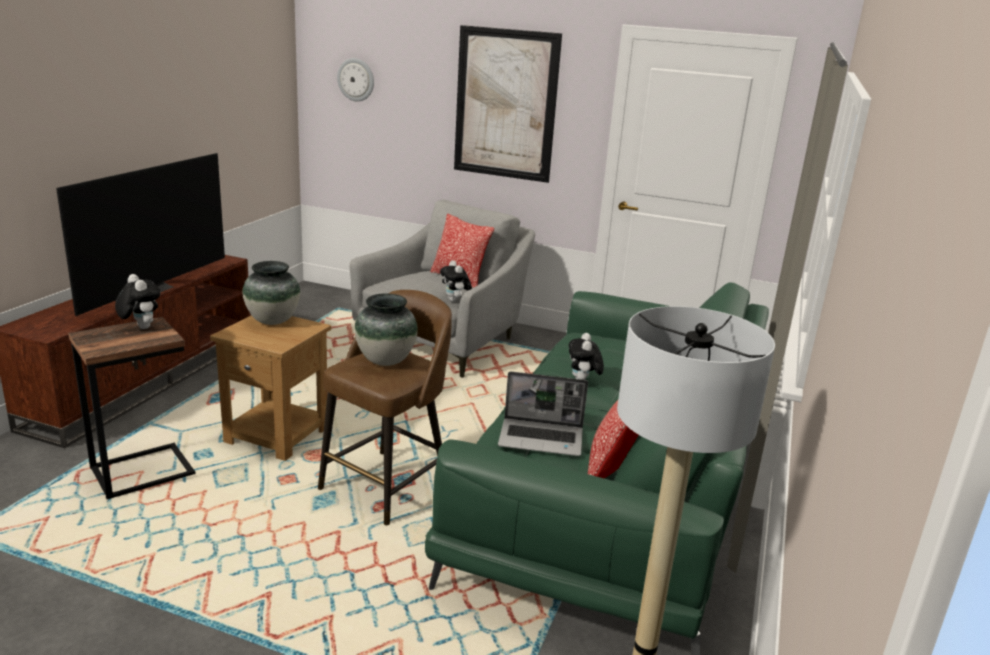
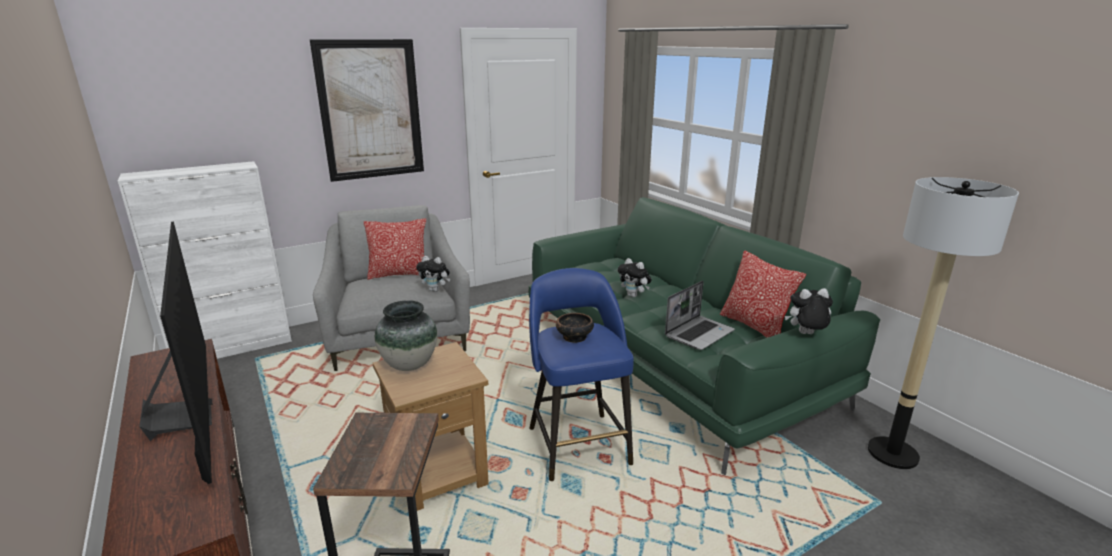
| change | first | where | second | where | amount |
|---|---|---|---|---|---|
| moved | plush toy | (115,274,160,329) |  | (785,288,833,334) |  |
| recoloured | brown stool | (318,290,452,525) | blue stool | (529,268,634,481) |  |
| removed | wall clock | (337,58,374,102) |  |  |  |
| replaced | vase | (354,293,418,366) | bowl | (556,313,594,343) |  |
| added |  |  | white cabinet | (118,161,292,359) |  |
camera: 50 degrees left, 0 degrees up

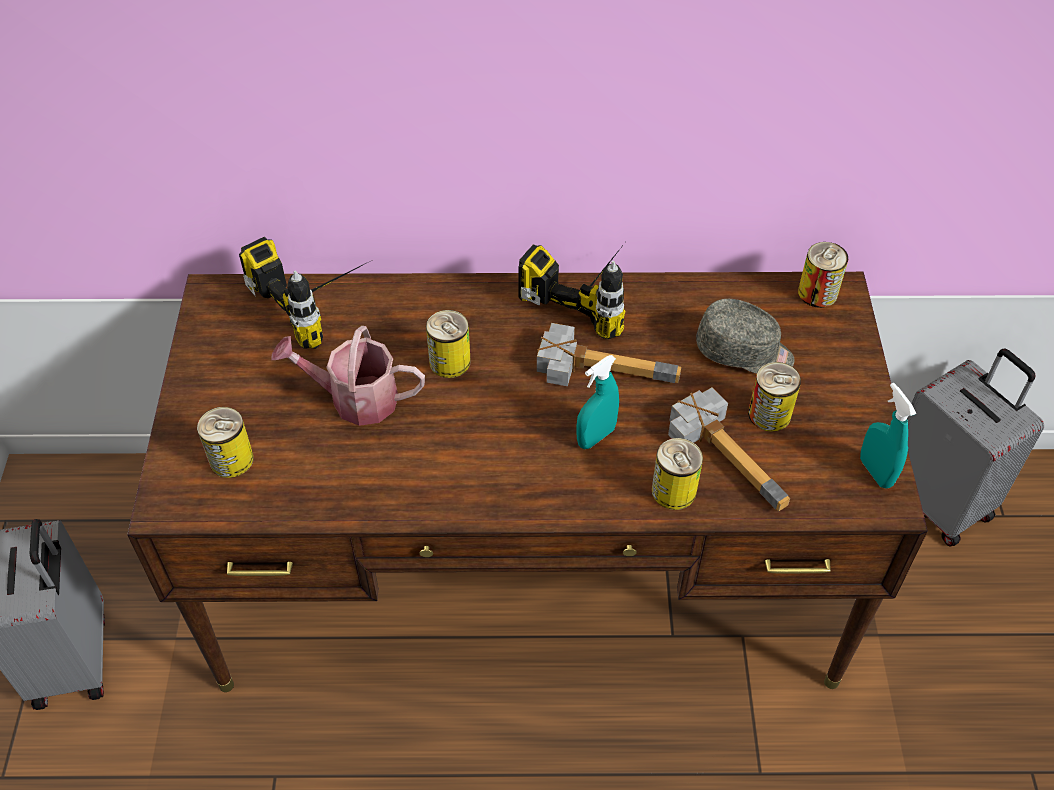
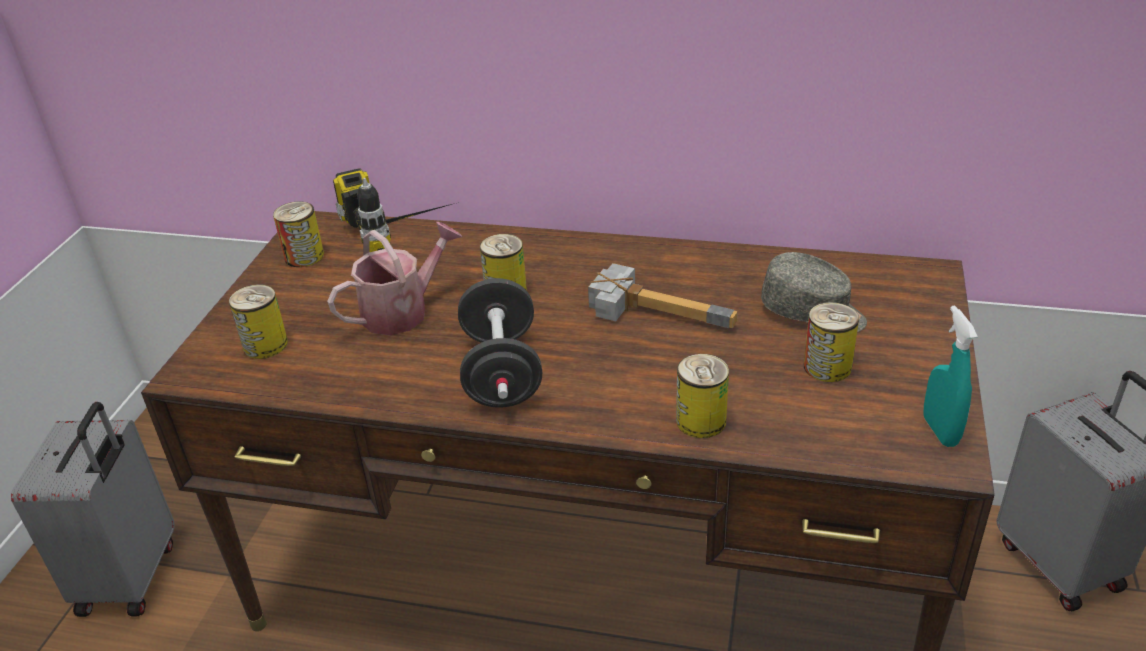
| change | first | where | second | where | amount |
|---|---|---|---|---|---|
| turned | watering can | (272,326,425,426) |  | (327,222,463,335) | 120 degrees clockwise |
| removed | power drill | (518,244,625,339) |  |  |  |
| removed | turquoise spray bottle | (576,355,619,449) |  |  |  |
| removed | hammer | (668,387,790,511) |  |  |  |
| moved | can | (798,242,848,308) |  | (273,201,324,267) |  |
| added |  |  | black dumbbell | (458,278,542,408) |  |
camera: 15 degrees right, 15 degrees down

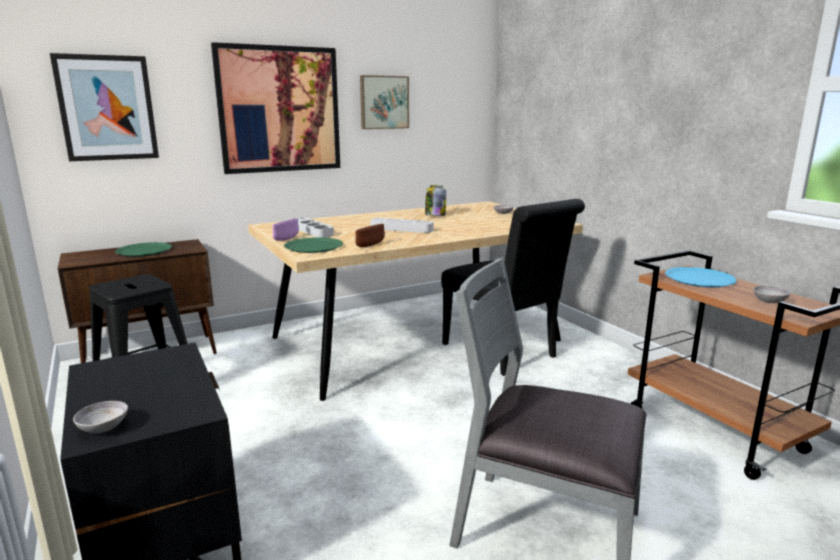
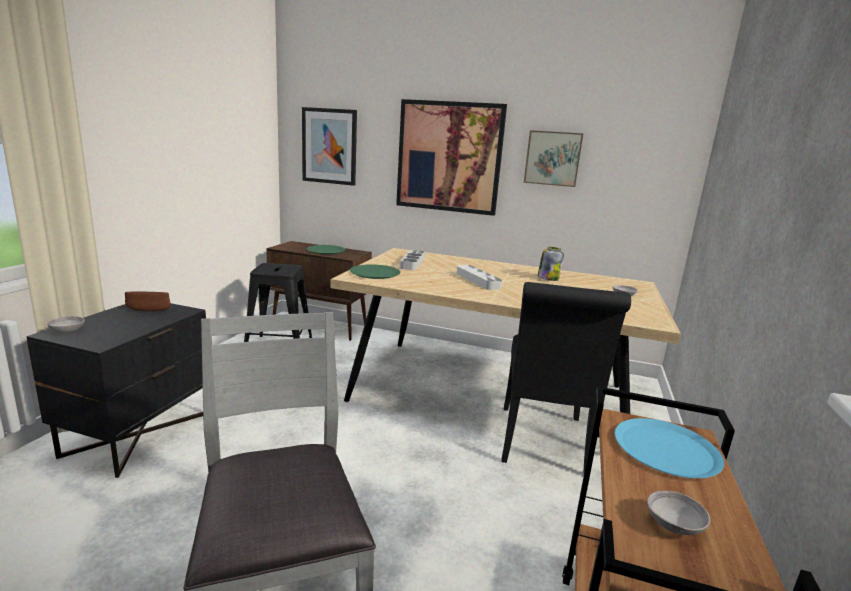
| change | first | where | second | where | amount |
|---|---|---|---|---|---|
| removed | purple bowl | (273,219,299,241) |  |  |  |
| moved | brown bowl | (355,224,385,247) |  | (125,292,171,311) |  |
camera: 45 degrees right, 0 degrees up

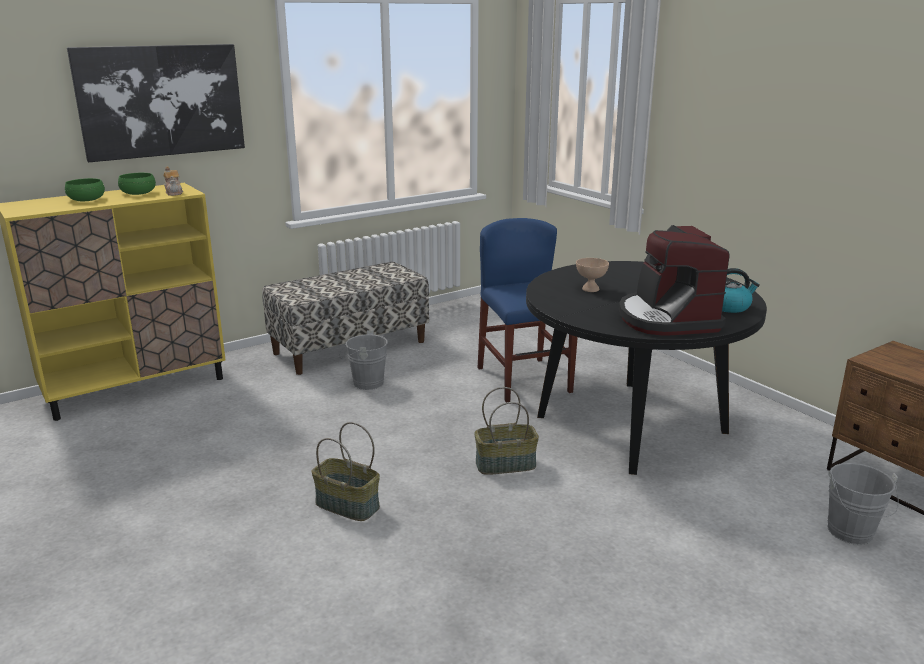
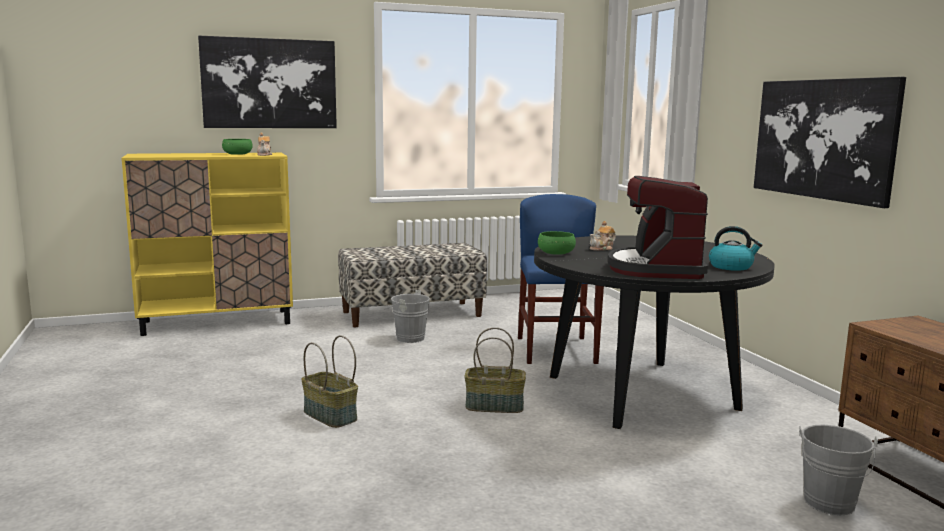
| change | first | where | second | where | amount |
|---|---|---|---|---|---|
| moved | green bowl | (65,178,105,201) |  | (538,231,576,255) |  |
| replaced | beige bowl | (576,258,609,292) | teapot | (589,221,616,251) |  |
| added |  |  | picture | (754,77,906,208) |  |
camera: 15 degrees right, 10 degrees down

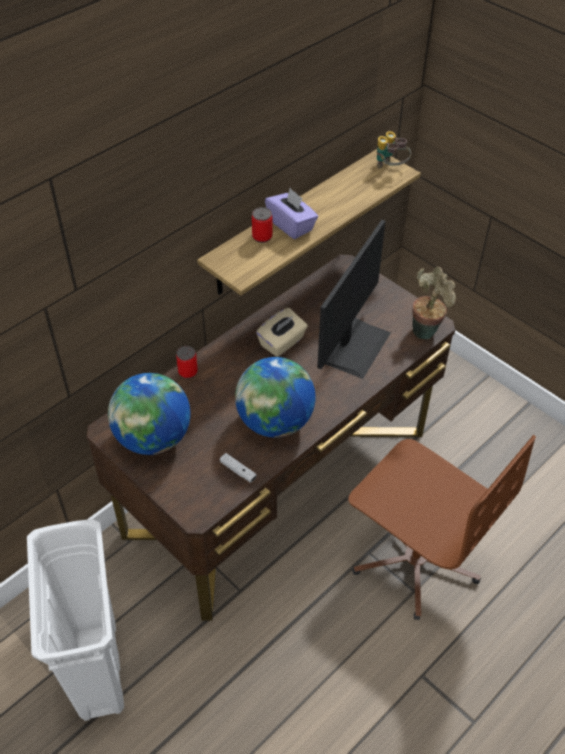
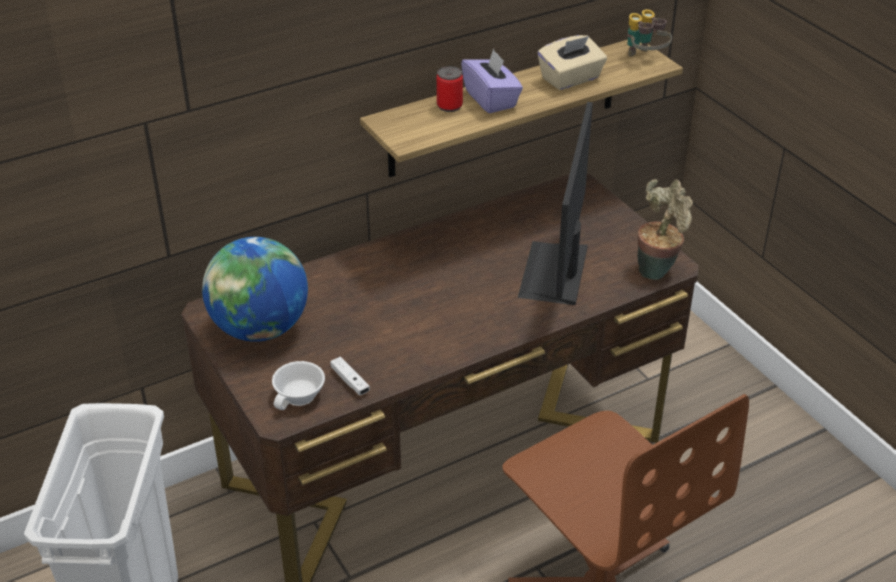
| change | first | where | second | where | amount |
|---|---|---|---|---|---|
| removed | can | (176,346,198,379) |  |  |  |
| removed | globe | (235,357,316,438) |  |  |  |
| moved | beige tissue box | (256,308,308,357) |  | (537,35,607,90) |  |
| turned | monitor | (317,220,391,379) |  | (518,102,593,305) | 150 degrees clockwise |
| added |  |  | white cup | (272,361,325,410) |  |
camera: 15 degrees right, 10 degrees down

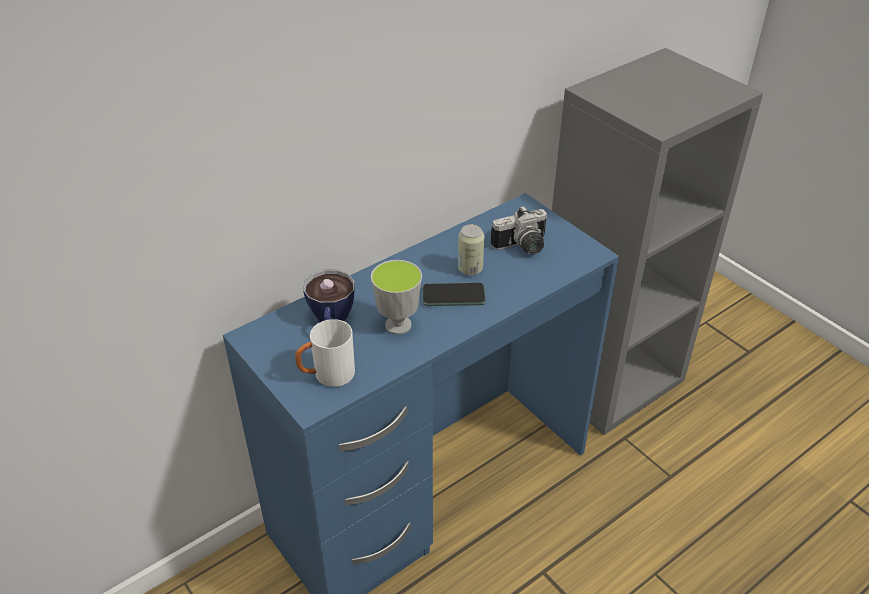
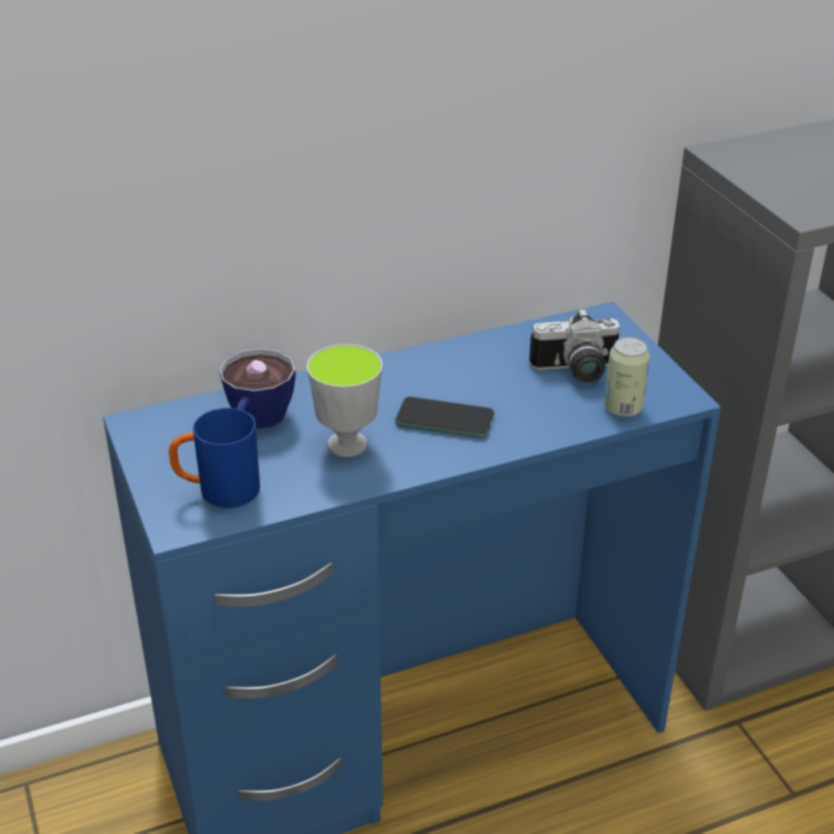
| change | first | where | second | where | amount |
|---|---|---|---|---|---|
| recoloured | white mug | (295,319,355,387) | blue mug | (169,408,260,508) |  |
| moved | can | (458,224,485,275) |  | (604,337,650,417) |  |
camera: 15 degrees right, 5 degrees down

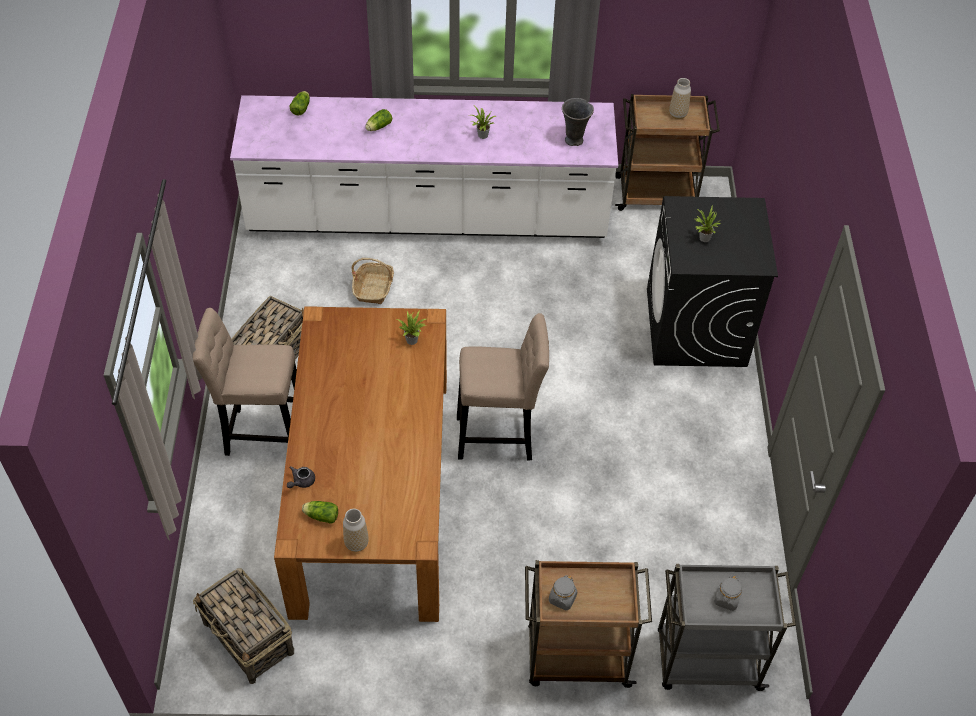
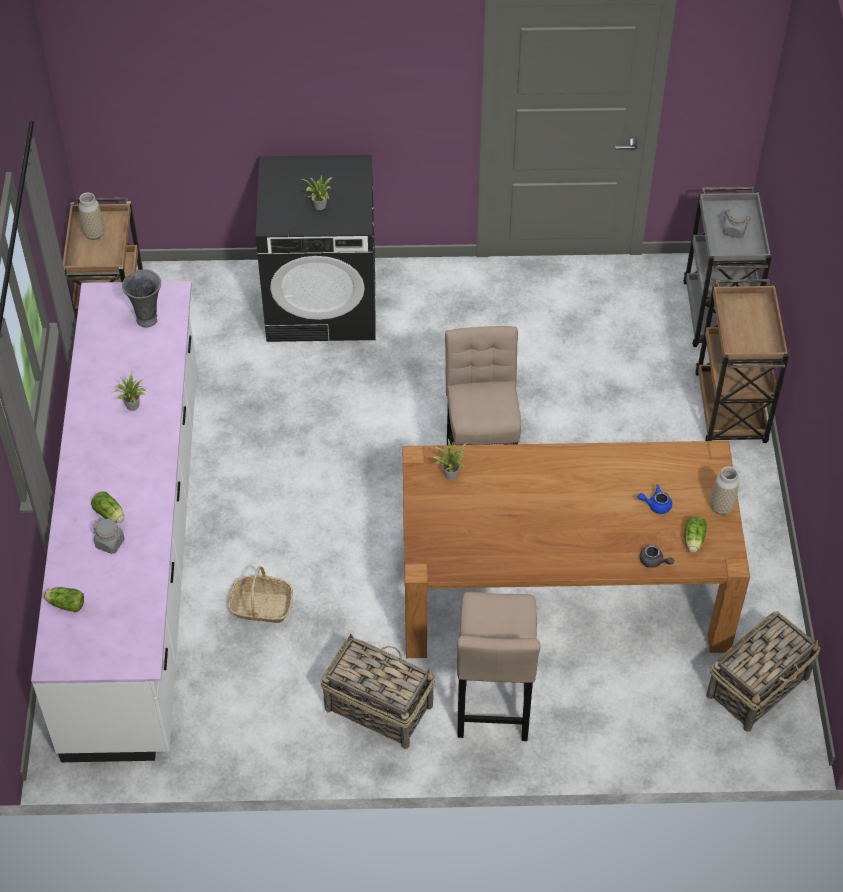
| change | first | where | second | where | amount |
|---|---|---|---|---|---|
| moved | grey jar | (549,575,577,610) |  | (93,519,125,554) |  |
| added |  |  | blue teapot | (638,485,672,514) |  |
camera: 90 degrees left, 0 degrees up

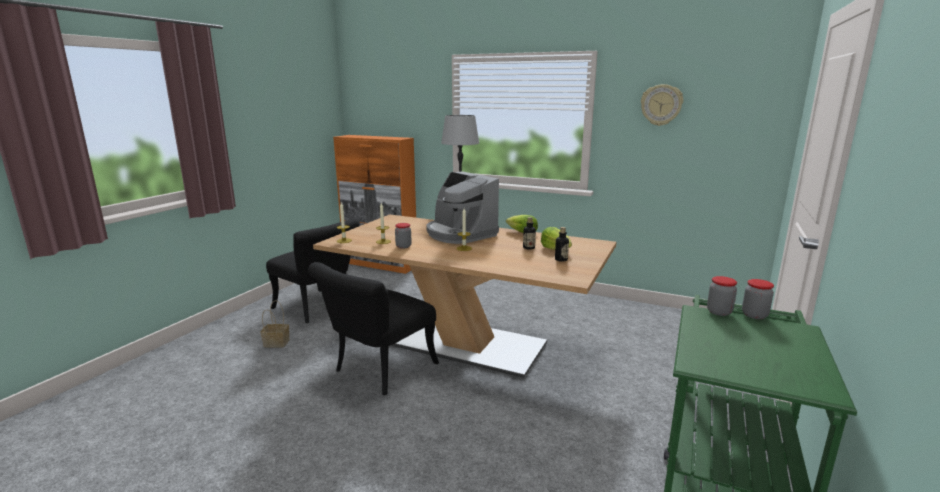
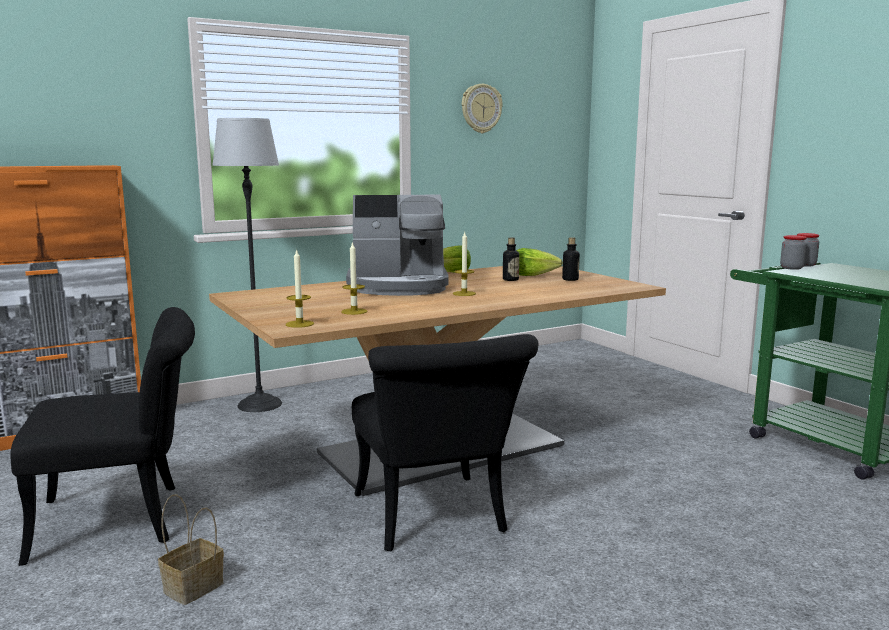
| change | first | where | second | where | amount |
|---|---|---|---|---|---|
| removed | jar | (395,223,412,249) |  |  |  |
camera: 55 degrees left, 5 degrees down

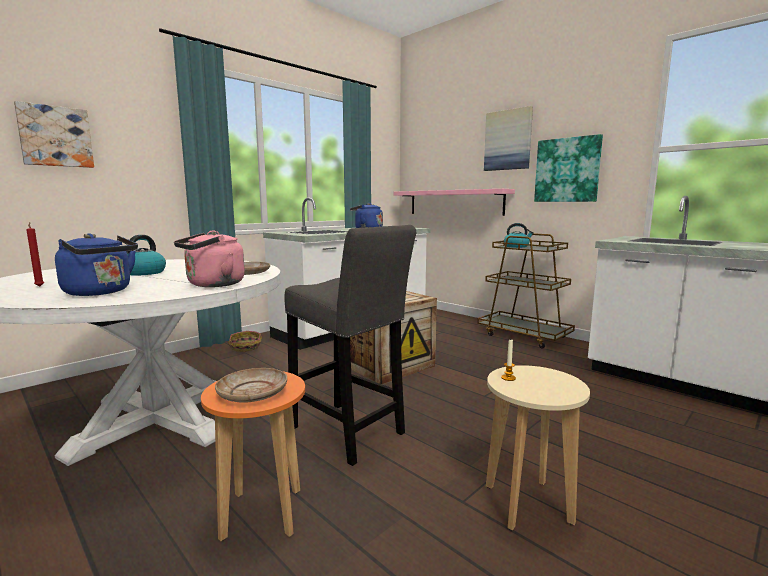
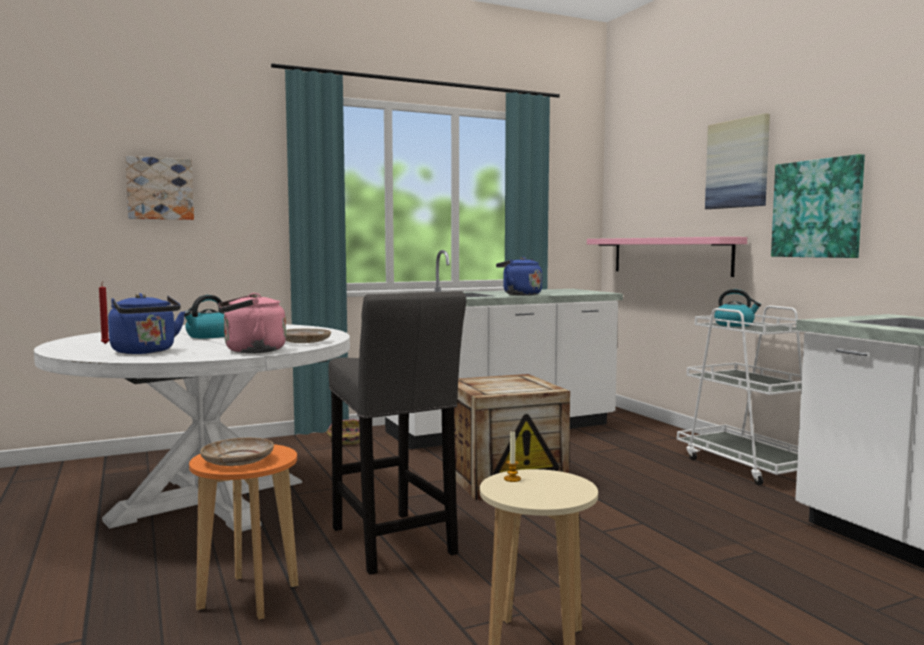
| change | first | where | second | where | amount |
|---|---|---|---|---|---|
| recoloured | brown cart | (477,233,575,349) | white cart | (677,305,807,485) |  |
camera: 20 degrees right, 5 degrees down

